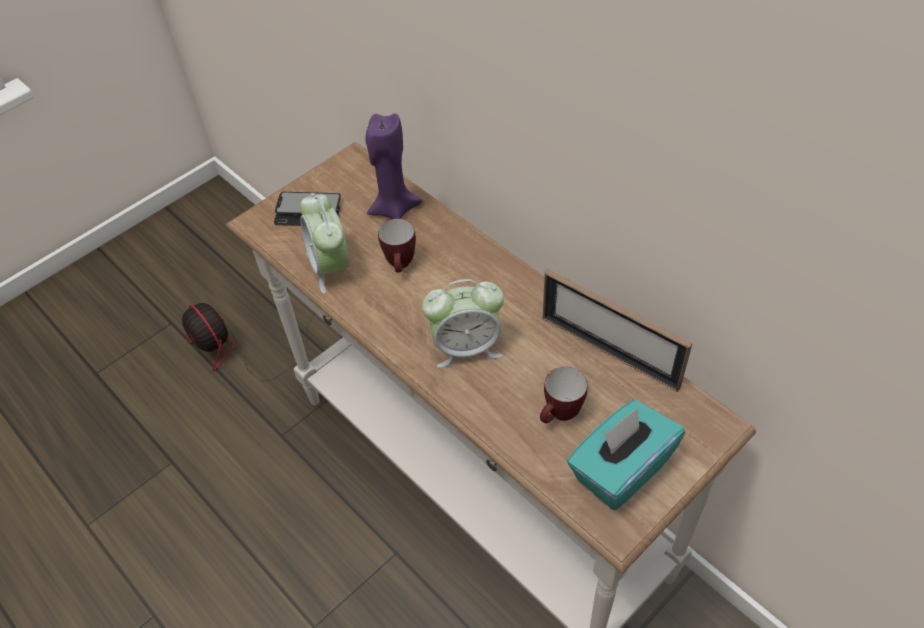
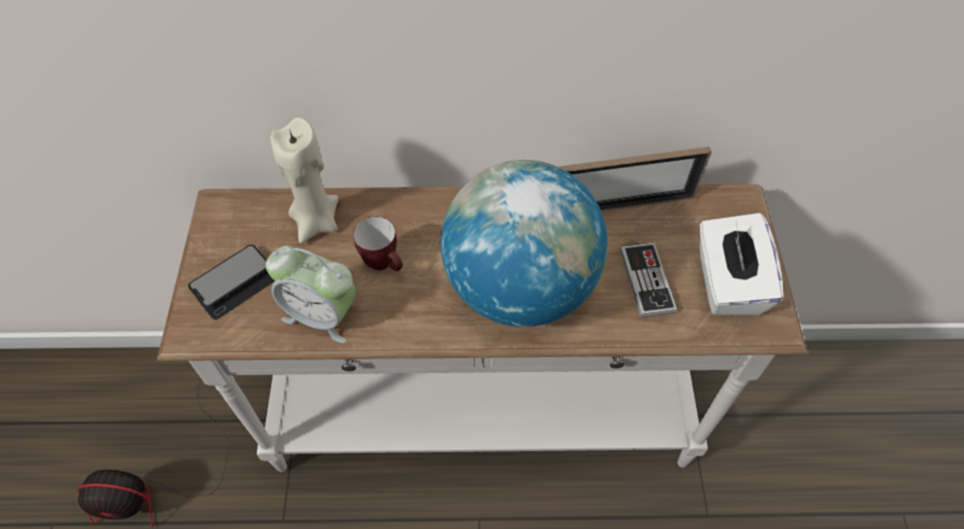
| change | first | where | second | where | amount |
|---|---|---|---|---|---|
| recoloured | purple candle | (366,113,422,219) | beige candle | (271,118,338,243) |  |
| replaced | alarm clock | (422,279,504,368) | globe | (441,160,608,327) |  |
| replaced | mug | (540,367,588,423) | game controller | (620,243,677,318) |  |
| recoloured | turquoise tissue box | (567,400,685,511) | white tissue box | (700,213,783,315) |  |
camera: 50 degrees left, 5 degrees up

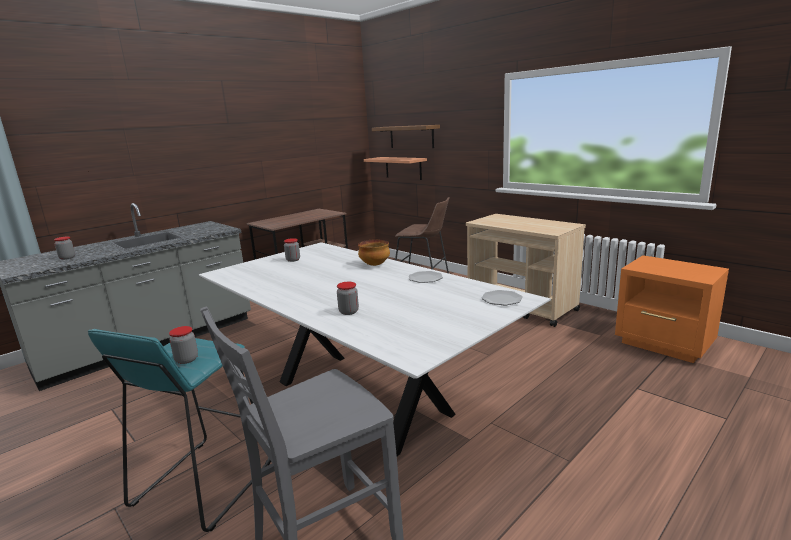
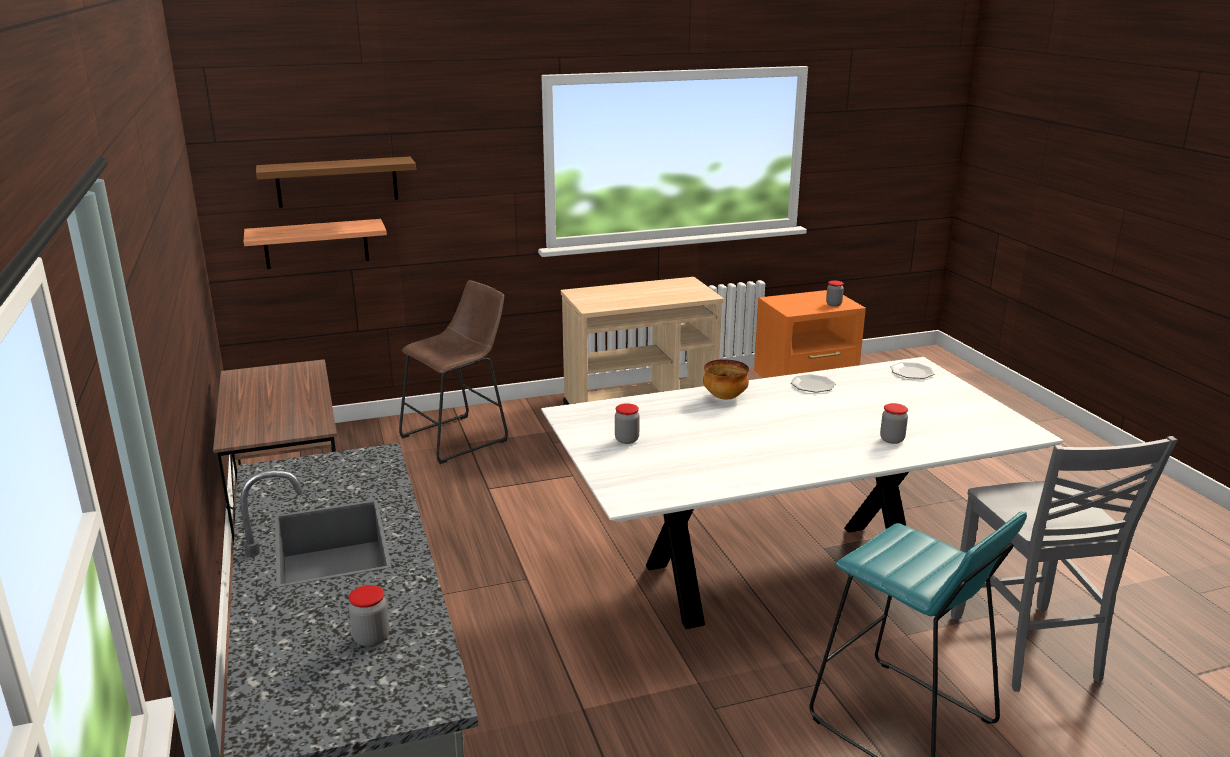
| change | first | where | second | where | amount |
|---|---|---|---|---|---|
| moved | jar | (169,326,198,364) |  | (826,280,844,306) |  |
camera: 65 degrees left, 5 degrees up

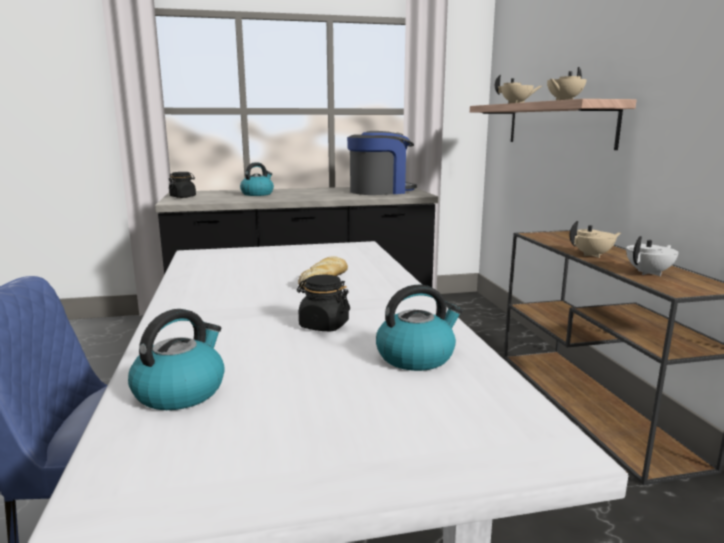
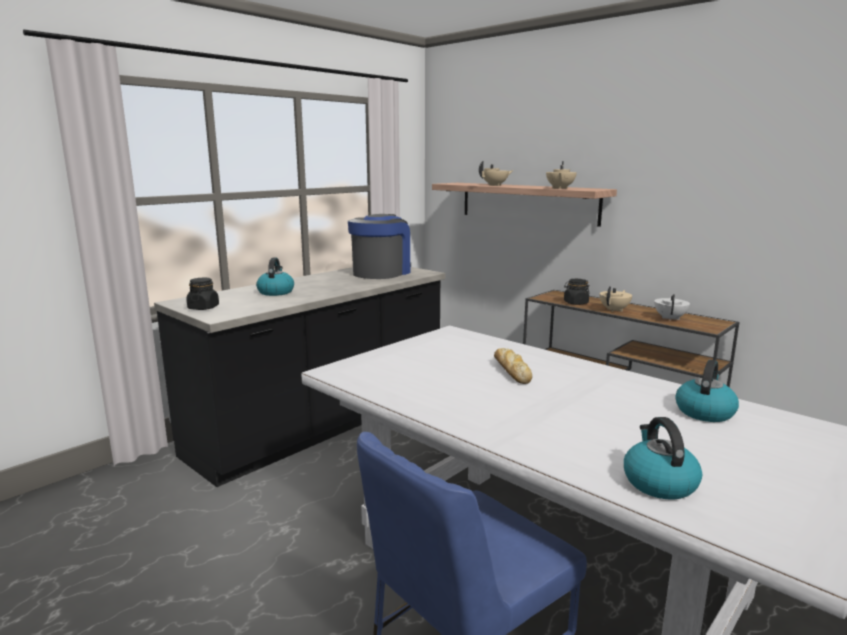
| change | first | where | second | where | amount |
|---|---|---|---|---|---|
| moved | black jar | (297,275,350,332) |  | (564,279,590,305) |  |
camera: 35 degrees left, 0 degrees up

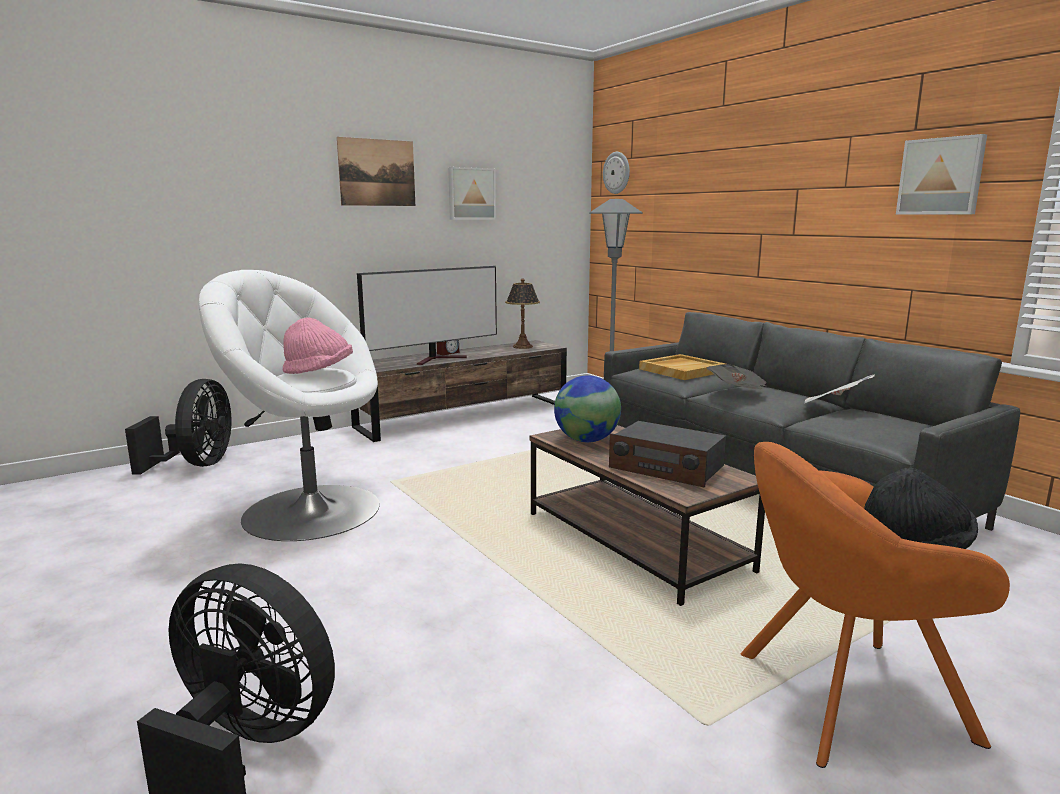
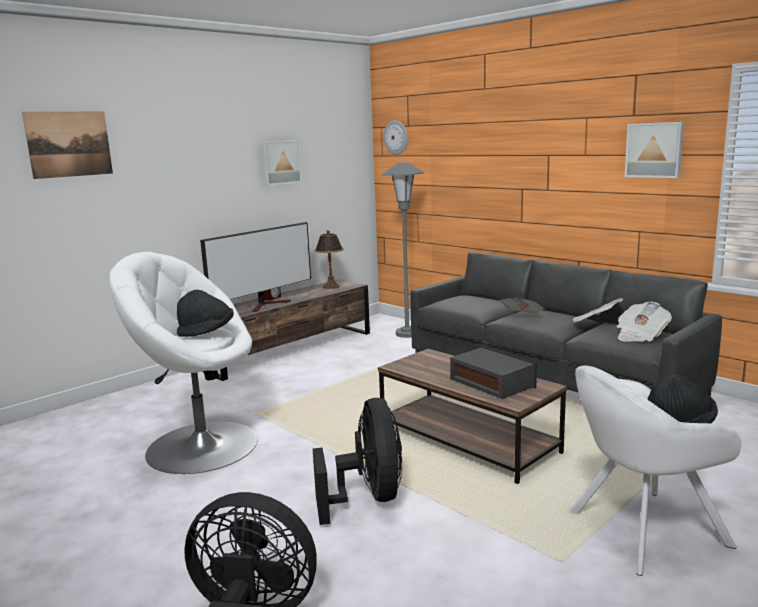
| change | first | where | second | where | amount |
|---|---|---|---|---|---|
| moved | black fan | (125,379,231,475) |  | (313,398,402,525) |  |
| recoloured | pink hat | (283,318,353,374) | black hat | (177,290,234,337) |  |
| moved | picture | (337,137,415,206) |  | (22,112,113,179) |  |
| removed | globe | (554,375,621,442) |  |  |  |
| turned | radio | (609,421,726,488) |  | (450,346,537,399) | 150 degrees counterclockwise |
| removed | beige tray | (639,354,726,380) |  |  |  |
| recoloured | orange armchair | (741,442,1010,768) | white armchair | (569,366,741,576) |  |
| added |  |  | newspaper | (617,302,672,342) |  |
camera: 10 degrees left, 0 degrees up

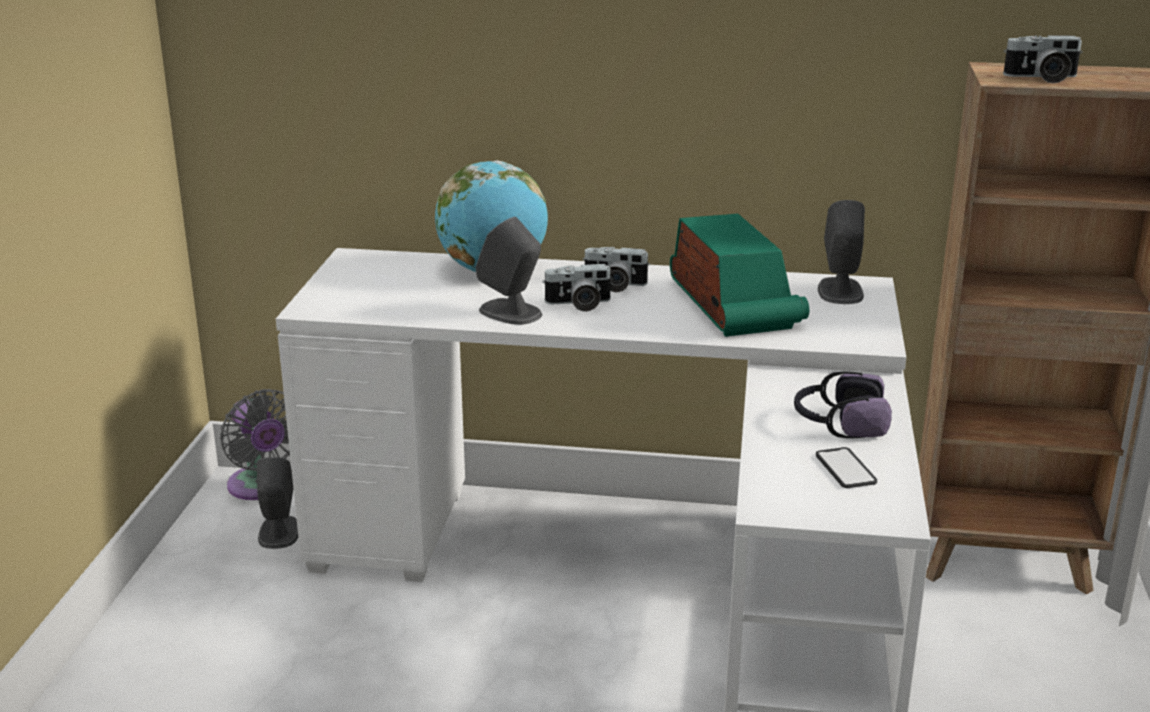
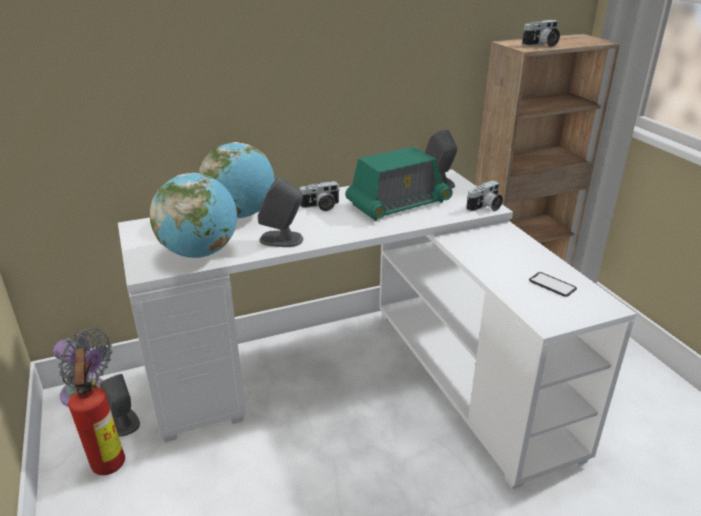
| change | first | where | second | where | amount |
|---|---|---|---|---|---|
| moved | photo camera | (542,264,613,312) |  | (466,181,503,211) |  |
| turned | radio | (670,214,809,337) |  | (345,147,453,221) | 105 degrees clockwise |
| removed | headphones | (794,371,892,438) |  |  |  |
| added |  |  | fire extinguisher | (63,348,125,475) |  |
| added |  |  | globe | (150,173,237,258) |  |
camera: 30 degrees left, 5 degrees up

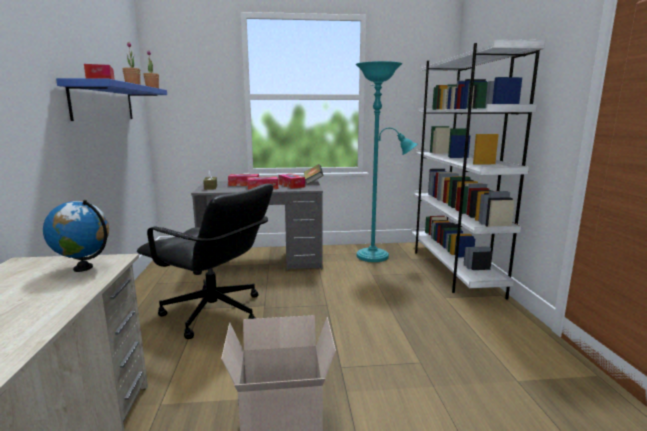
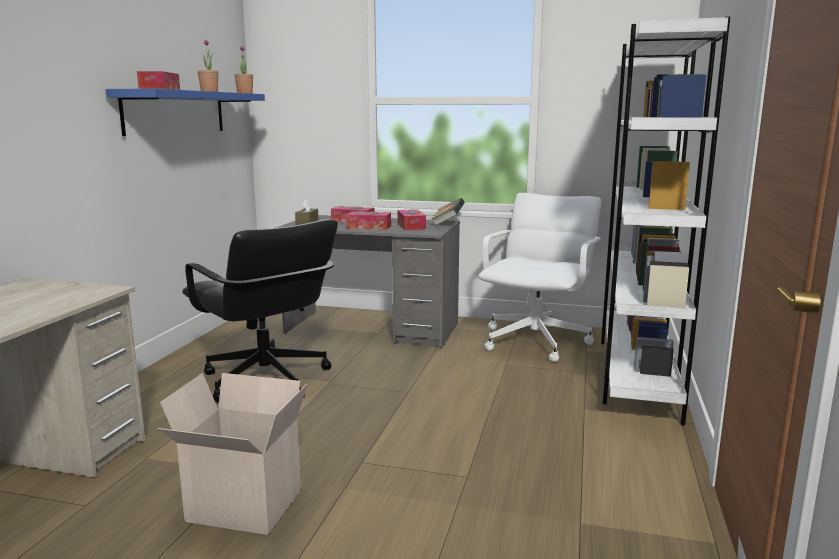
| change | first | where | second | where | amount |
|---|---|---|---|---|---|
| removed | globe | (43,200,109,272) |  |  |  |
| replaced | turquoise floor lamp | (356,61,417,262) | white office chair | (478,193,602,362) |  |
camera: 20 degrees right, 0 degrees up

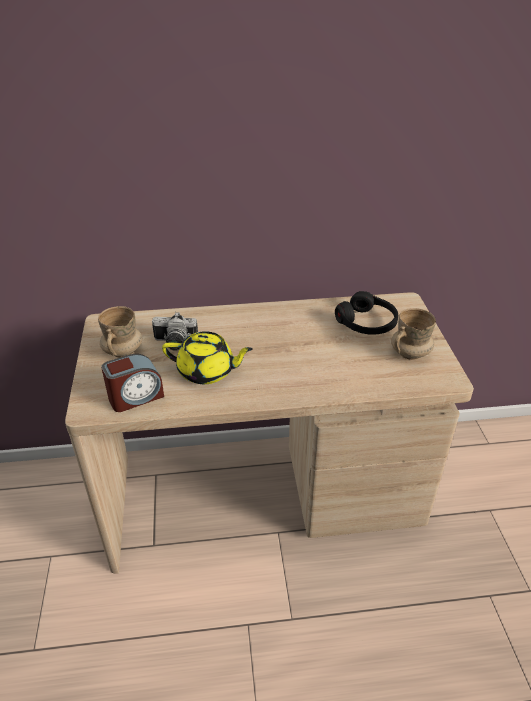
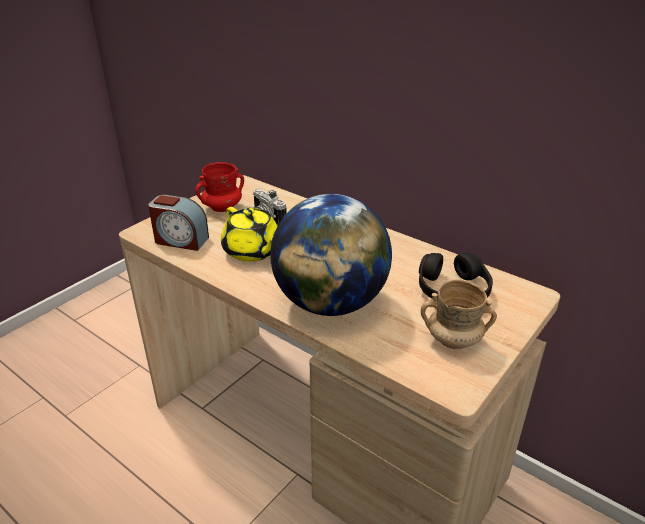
| change | first | where | second | where | amount |
|---|---|---|---|---|---|
| recoloured | beige mug | (98,306,142,357) | red mug | (195,162,244,212) |  |
| added |  |  | globe | (270,194,392,316) |  |
camera: 45 degrees right, 5 degrees down

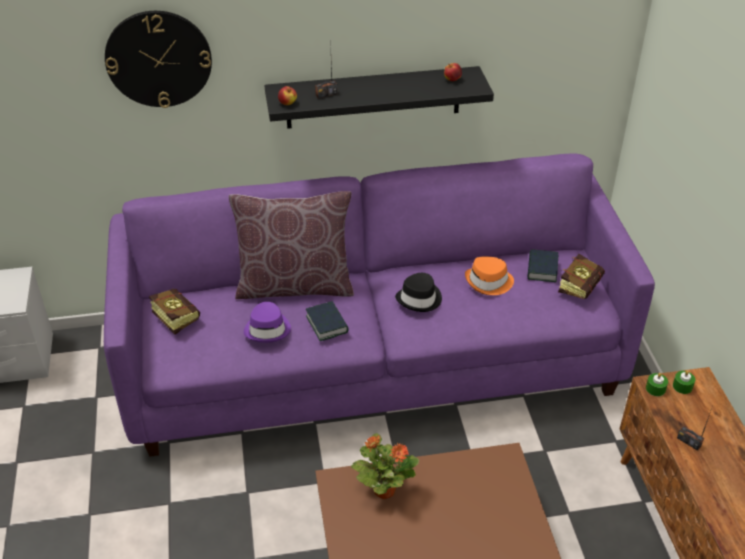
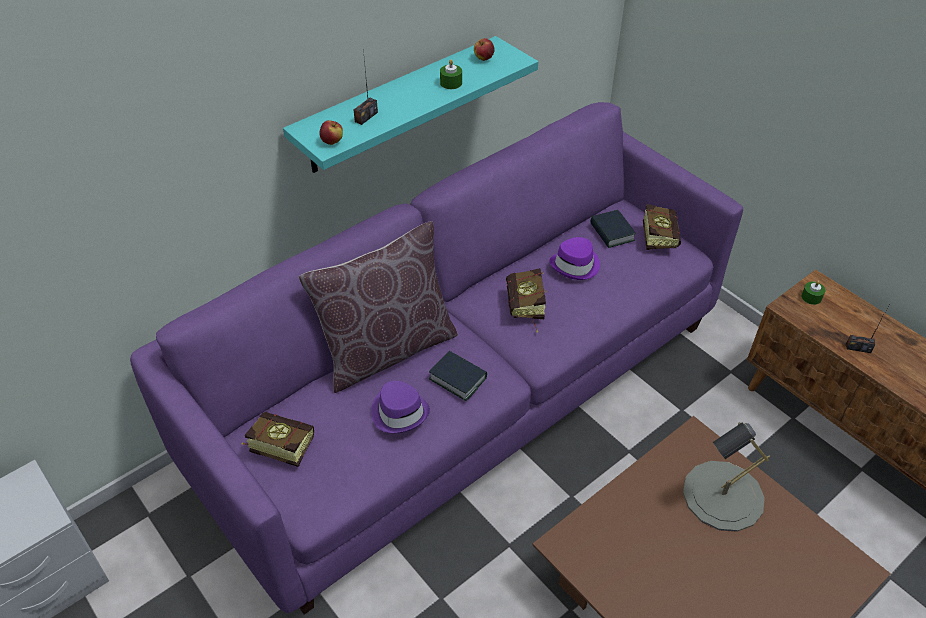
| change | first | where | second | where | amount |
|---|---|---|---|---|---|
| removed | wall clock | (105,11,212,108) |  |  |  |
| recoloured | black shelf | (265,66,494,129) | turquoise shelf | (283,36,538,173) |  |
| removed | potted plant | (351,433,419,499) |  |  |  |
| replaced | black hat | (395,273,442,312) | book | (506,268,547,333) |  |
| recoloured | orange hat | (465,257,514,295) | purple hat | (549,237,600,280) |  |
| moved | green candle | (646,373,668,396) |  | (440,60,462,89) |  |
| added |  |  | grey table lamp | (683,422,770,532) |  |
camera: 30 degrees left, 5 degrees up

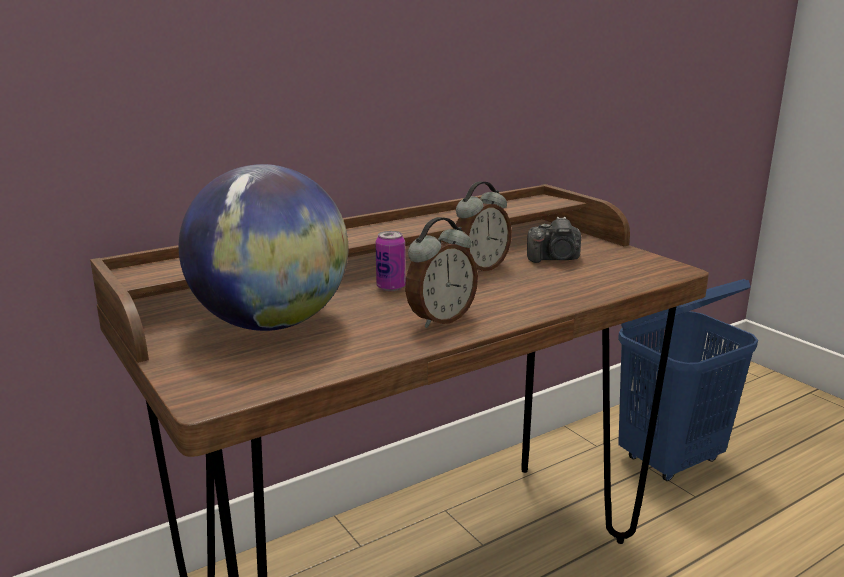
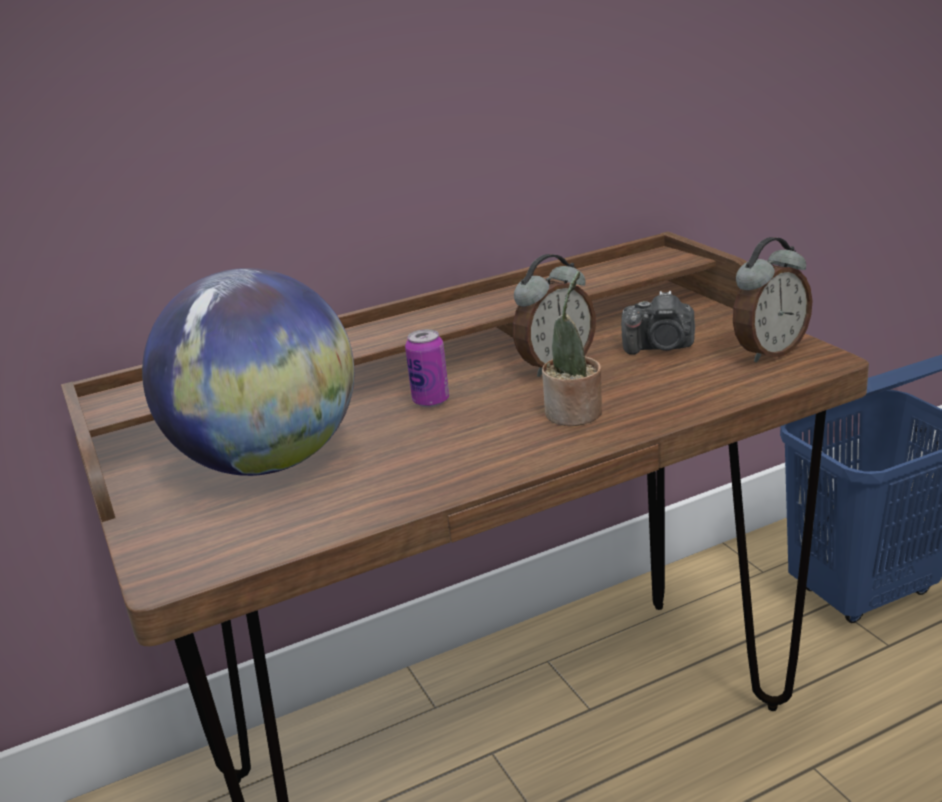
| change | first | where | second | where | amount |
|---|---|---|---|---|---|
| moved | alarm clock | (405,217,478,328) |  | (733,237,813,363) |  |
| added |  |  | potted plant | (542,271,602,426) |  |
camera: 10 degrees right, 5 degrees up

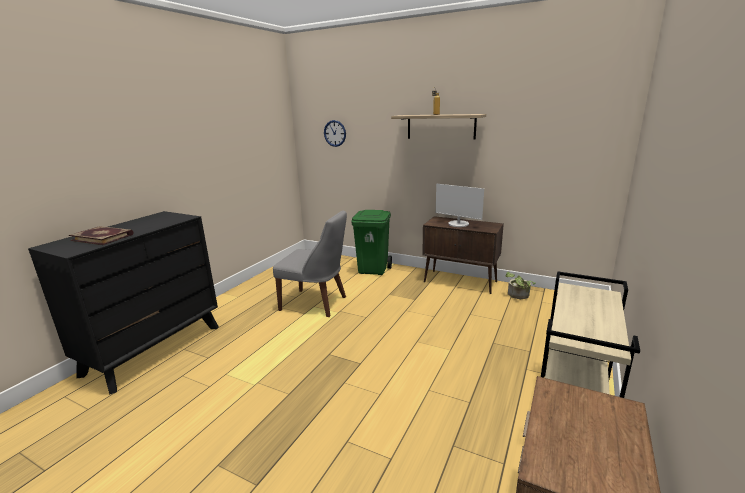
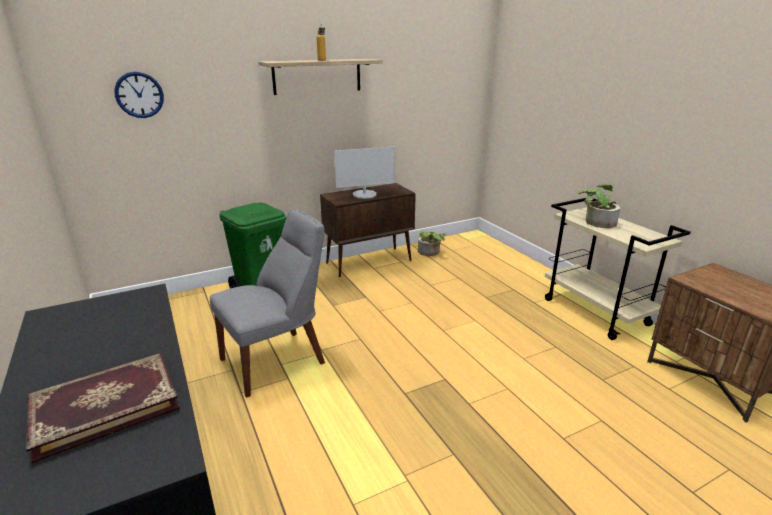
| change | first | where | second | where | amount |
|---|---|---|---|---|---|
| added |  |  | potted plant | (578,184,620,228) |  |
camera: 55 degrees left, 5 degrees up

